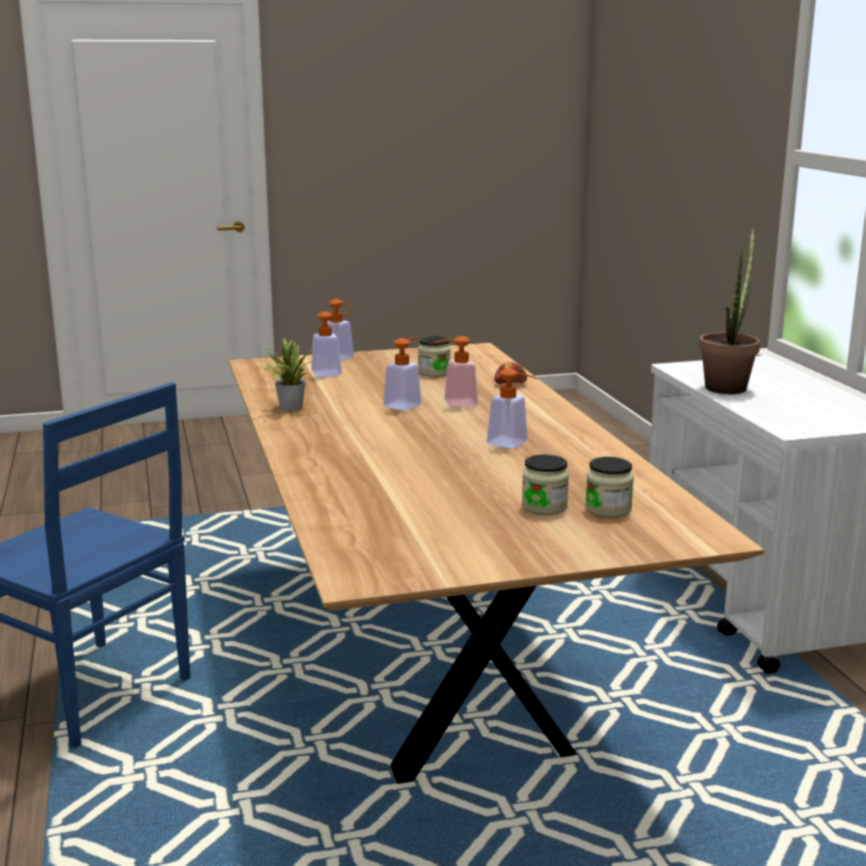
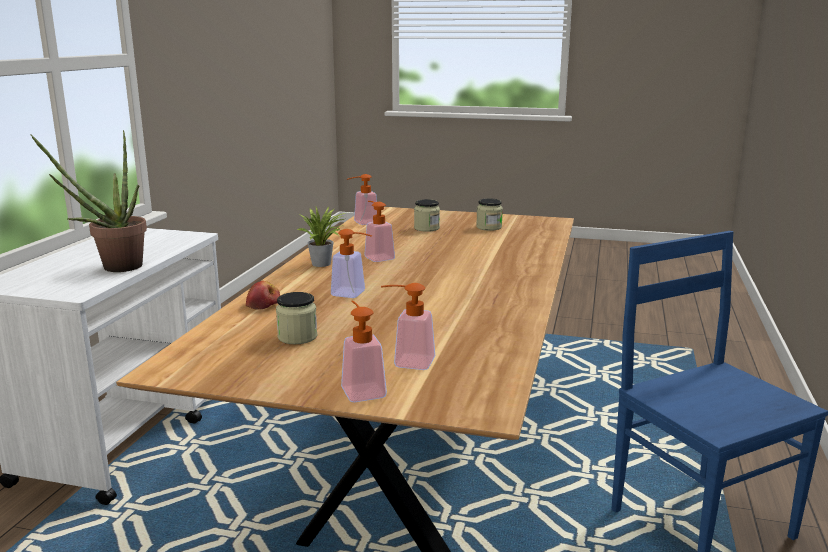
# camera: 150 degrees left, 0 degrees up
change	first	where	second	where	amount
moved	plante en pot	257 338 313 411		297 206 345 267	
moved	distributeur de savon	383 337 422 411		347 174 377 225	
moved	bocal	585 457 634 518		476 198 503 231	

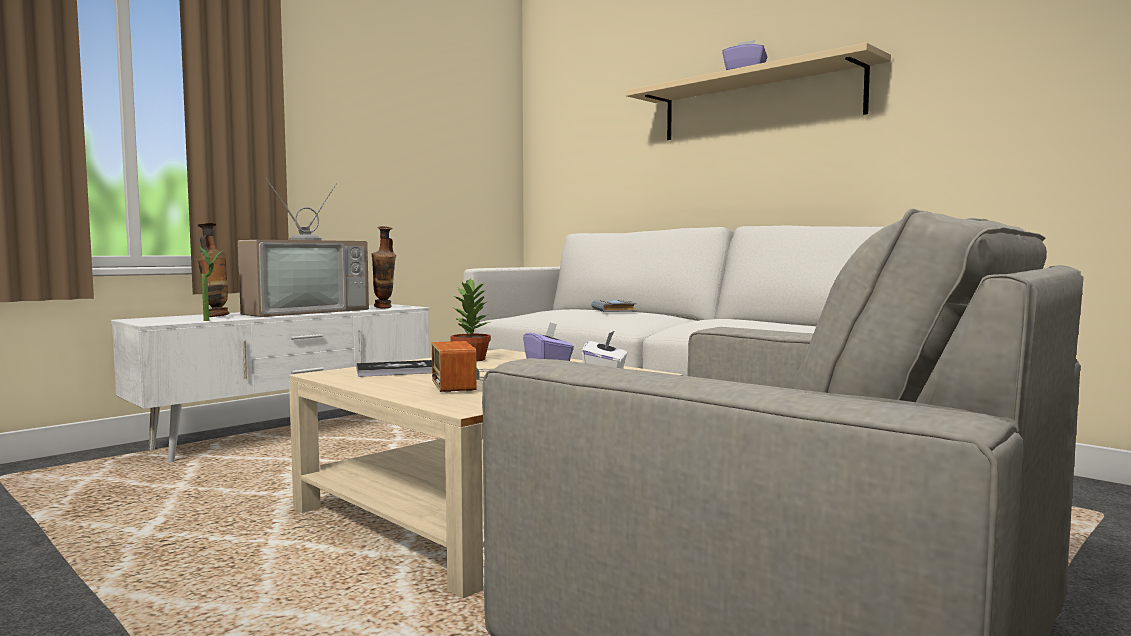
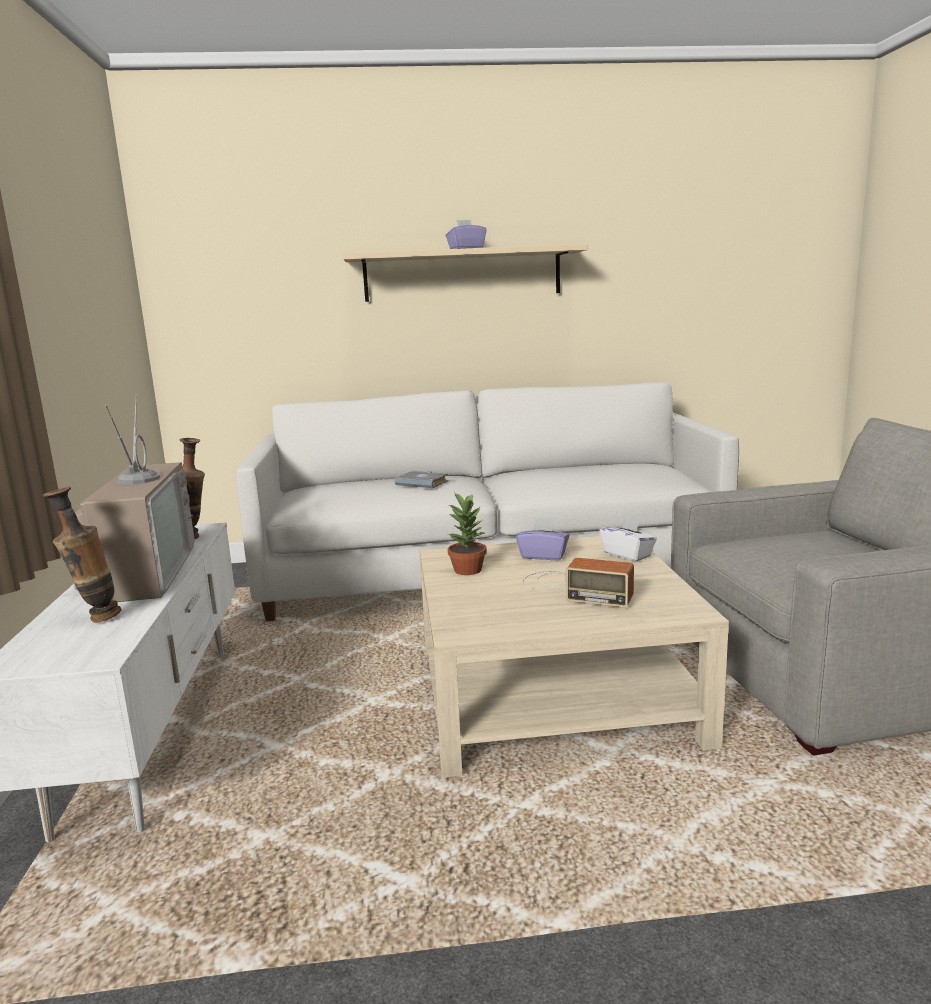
# camera: 50 degrees left, 10 degrees up
change	first	where	second	where	amount
removed	plante en pot	199 246 223 321			
removed	livre	356 360 432 377			

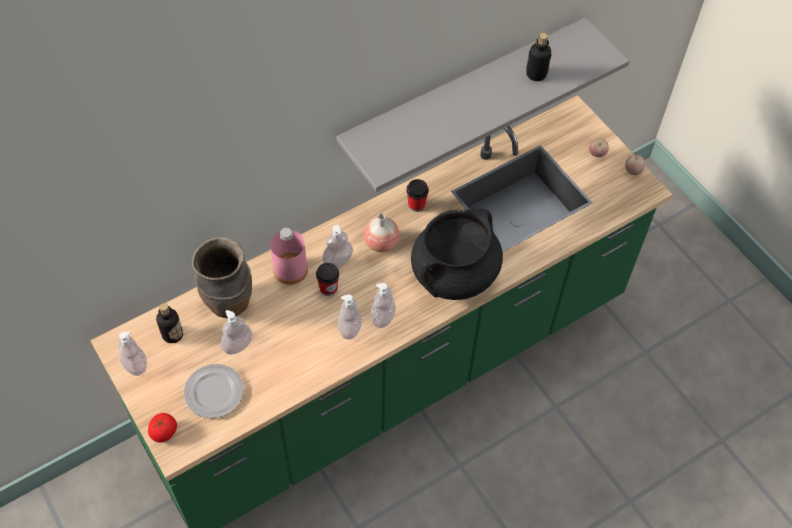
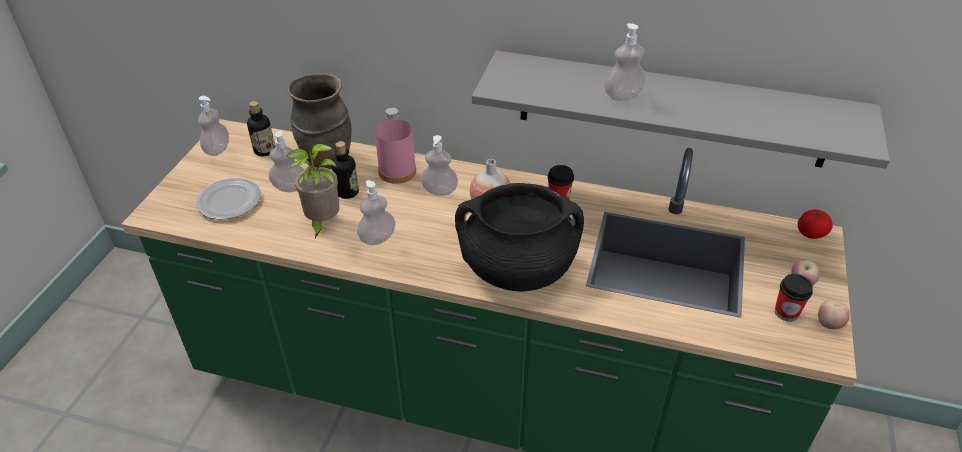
# camera: 50 degrees right, 15 degrees down
change	first	where	second	where	amount
moved	tomate	148 413 177 442		798 209 833 239	
moved	tasse	316 263 339 296		775 274 813 322	
moved	distributeur de savon	371 283 396 328		604 23 646 101	
moved	bouteille	526 33 551 81		331 141 359 199	
added			plante en pot	286 144 339 238	

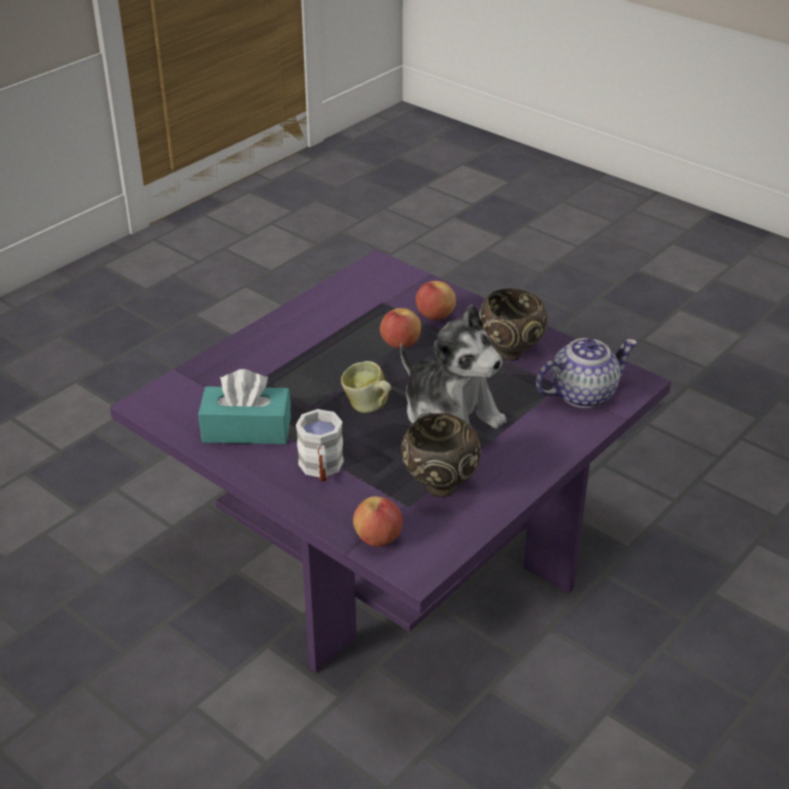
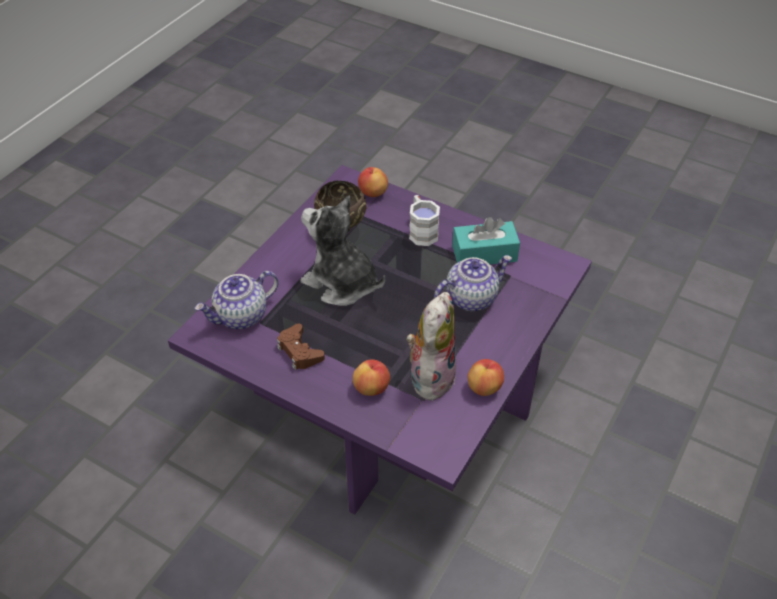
# camera: 170 degrees right, 10 degrees up
change	first	where	second	where	amount
removed	mug	341 361 392 413			
moved	pomme	380 308 421 348		467 359 504 396	
replaced	bol/marron	478 289 548 361	manette/marron	277 324 325 370	
added			peluche	406 292 456 401	
added			théière	434 255 512 311	

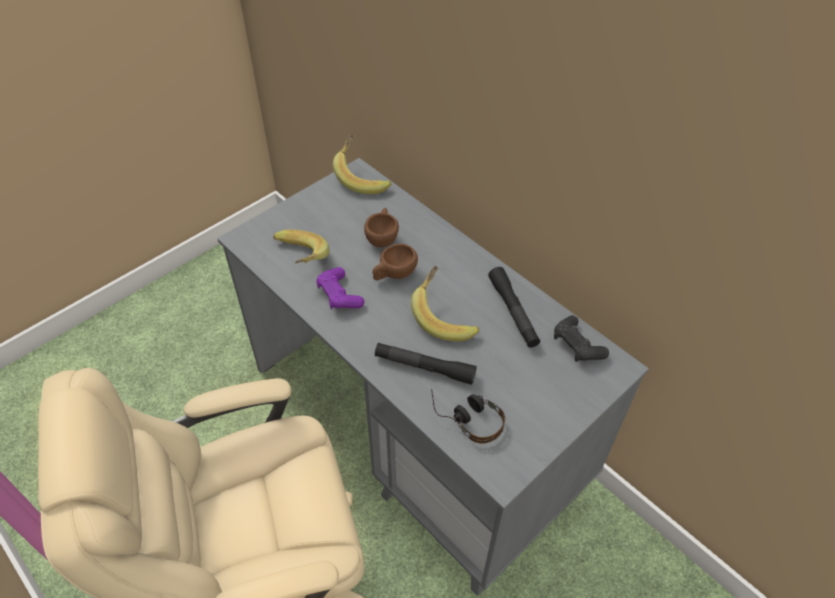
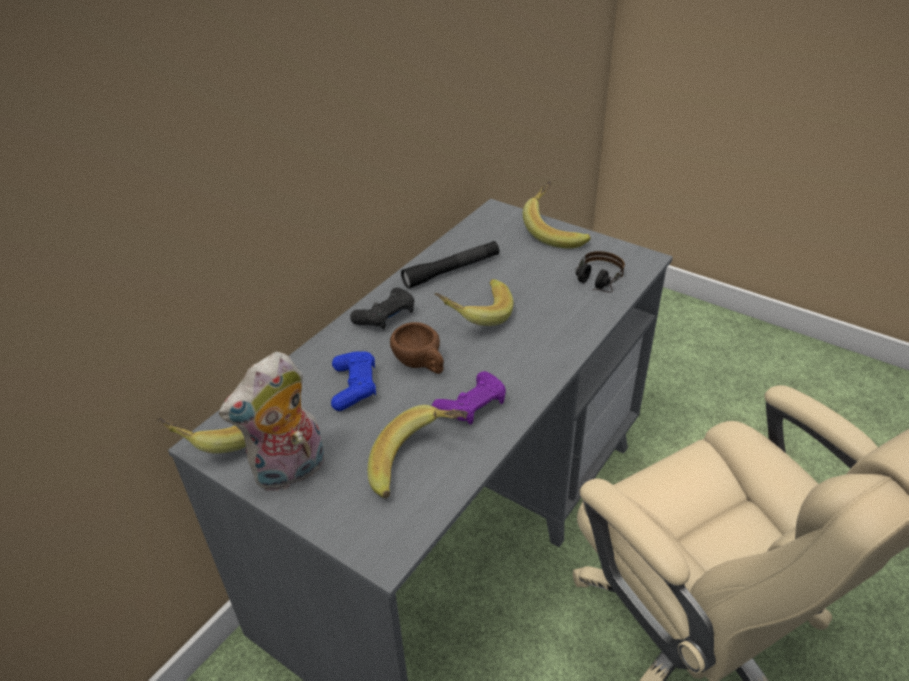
# camera: 100 degrees left, 10 degrees down
change	first	where	second	where	amount
replaced	tasse/marron	364 208 399 247	manette/bleu	331 352 376 411	
removed	lampe de poche/noir	375 343 477 385			
moved	manette/noir	554 315 609 362		350 287 414 329	
added			peluche	219 352 325 493	
added			banane	523 181 591 248	

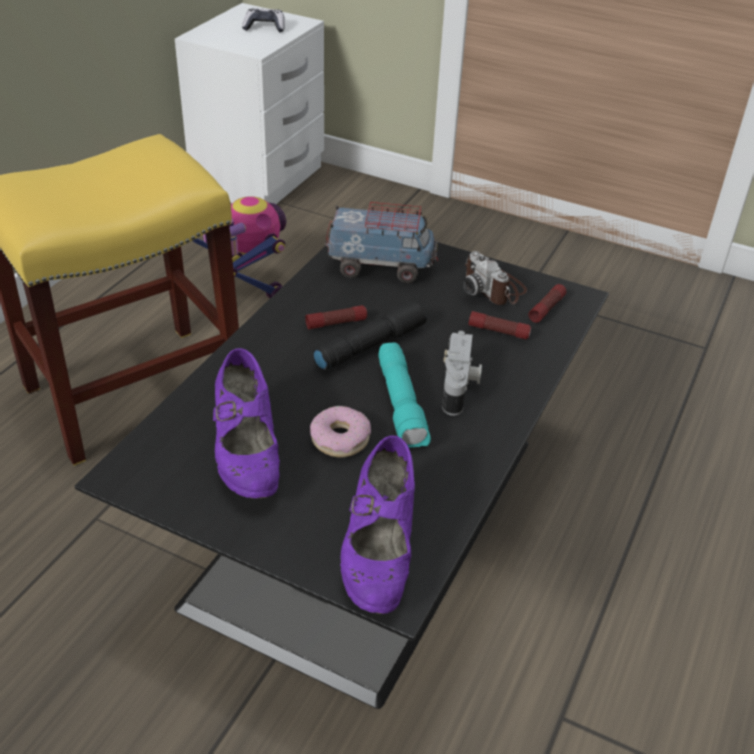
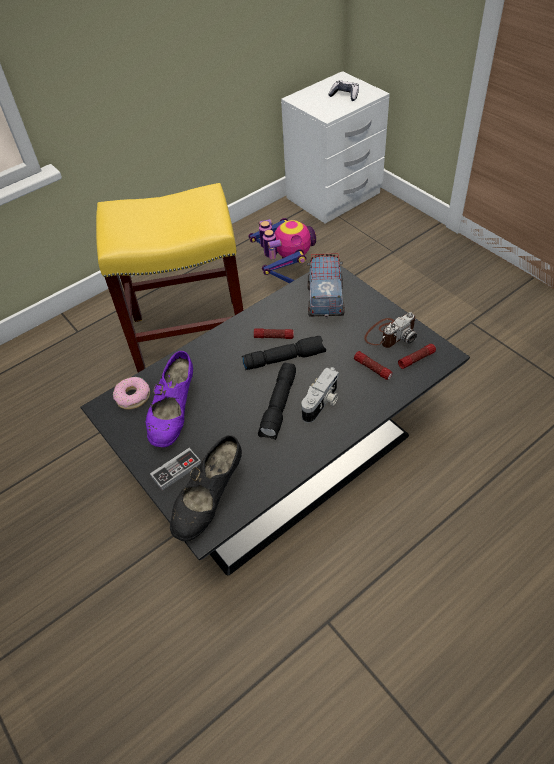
# camera: 30 degrees right, 10 degrees up
change	first	where	second	where	amount
moved	beignet	310 406 371 458		113 377 150 410	
turned	camion jouet	325 202 438 283		307 253 344 319	120 degrees counterclockwise
recoloured	chaussure/violet	340 435 415 614	chaussure/noir	170 435 242 541	
recoloured	lampe de poche/turquoise	378 343 431 448	lampe de poche/noir	258 363 296 440	
turned	appareil photo	463 251 527 305		364 312 417 348	120 degrees counterclockwise
added			manette	150 448 201 491	

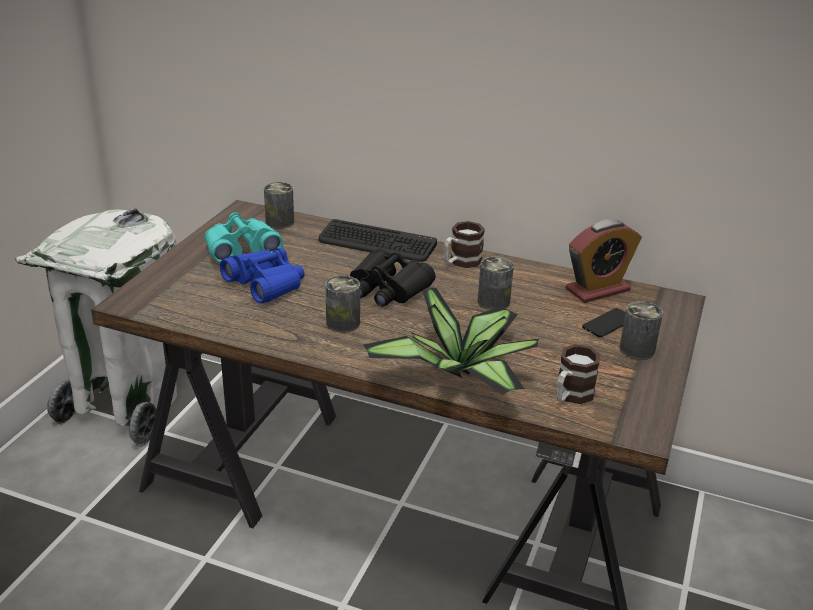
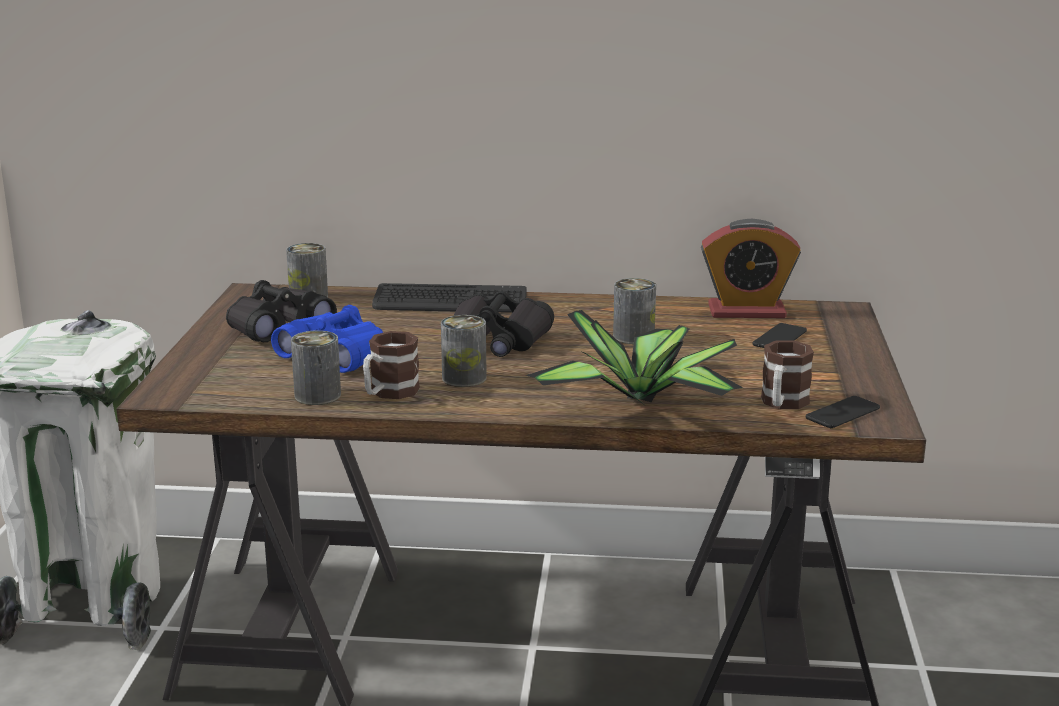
# camera: 15 degrees left, 10 degrees down
change	first	where	second	where	amount
recoloured	jumelles/turquoise	204 212 283 263	jumelles/noir	226 280 337 342	
moved	mug	444 221 485 268		363 331 420 399	
turned	réveil	565 219 642 303		701 219 801 318	45 degrees clockwise
moved	boîte métallique	619 301 663 360		291 330 341 405	
added			téléphone	806 396 880 428	

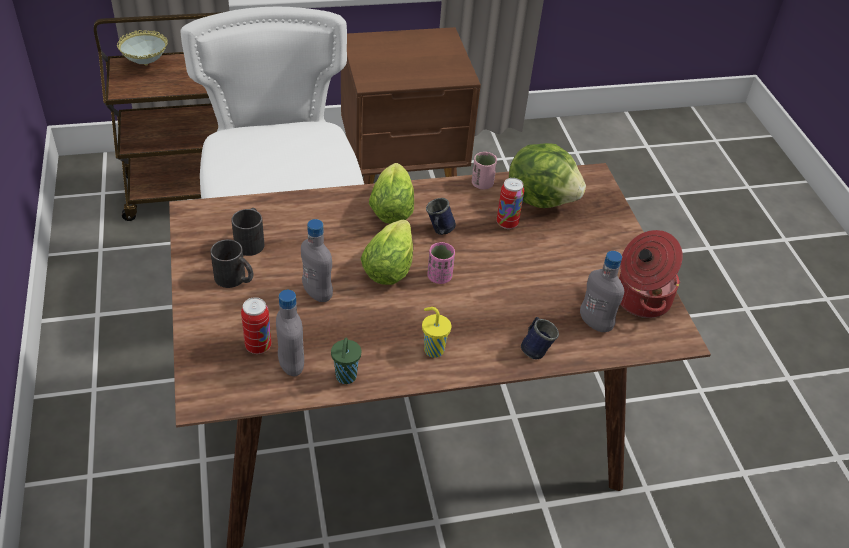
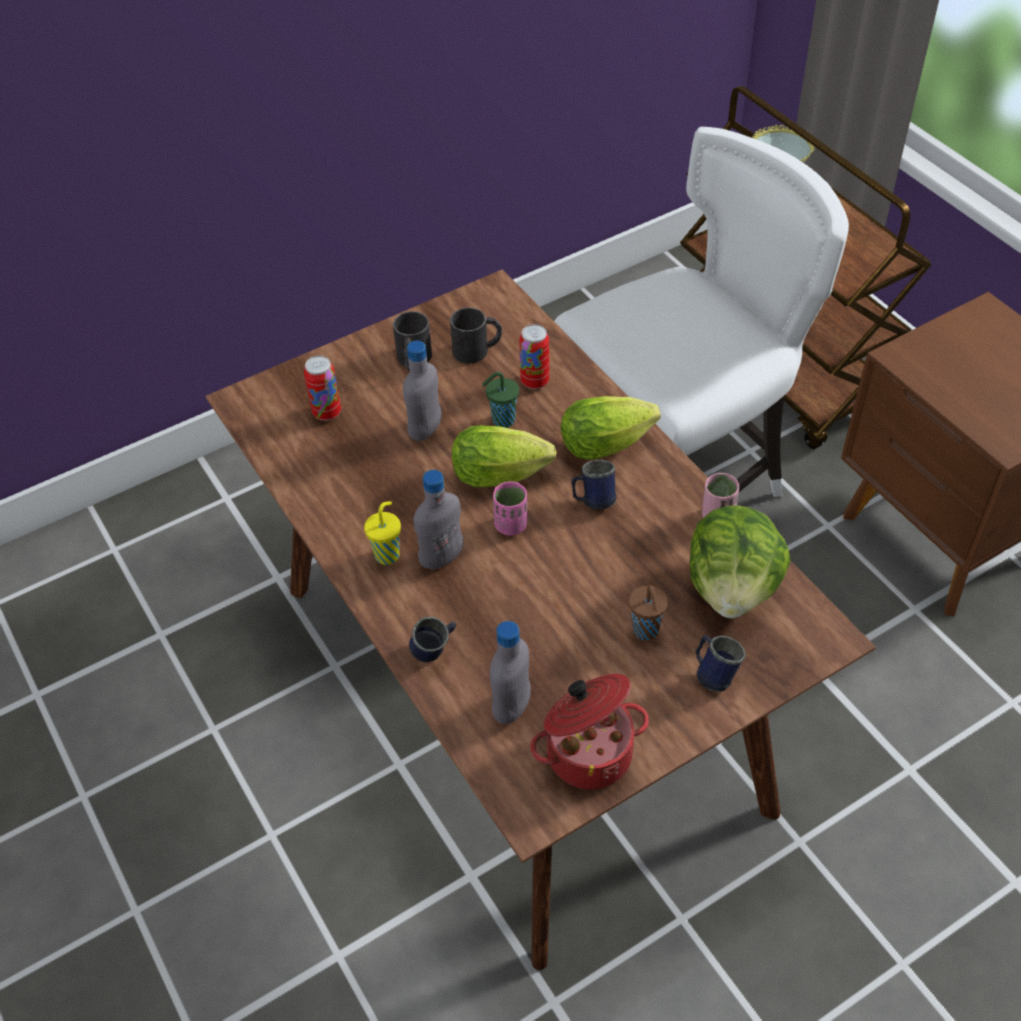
# camera: 75 degrees right, 5 degrees up
change	first	where	second	where	amount
moved	bouteille/gris	276 290 304 376		414 470 463 569	
moved	tasse/vert	331 338 361 384		482 372 519 428	
moved	boîte métallique	497 178 524 229		519 324 549 389	
added			tasse/marron	629 585 668 640	
added			mug/bleu	696 635 746 692	

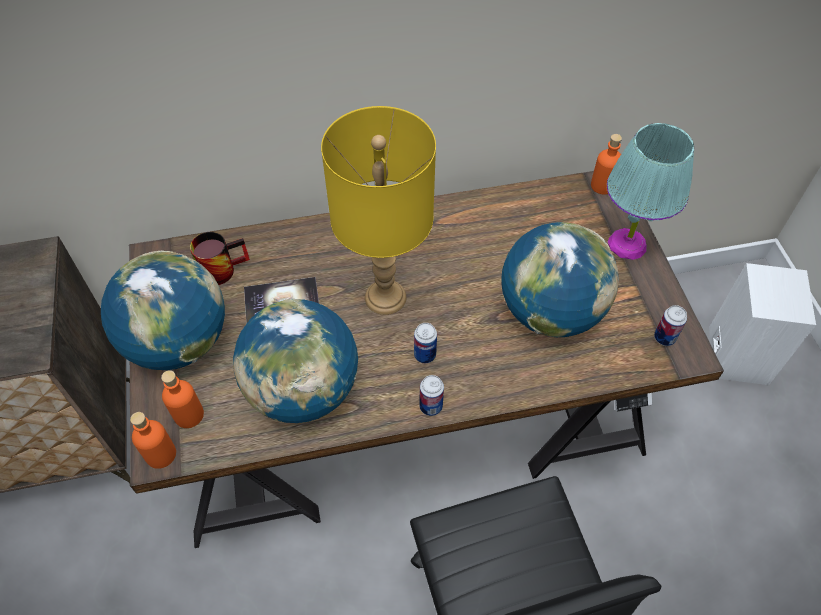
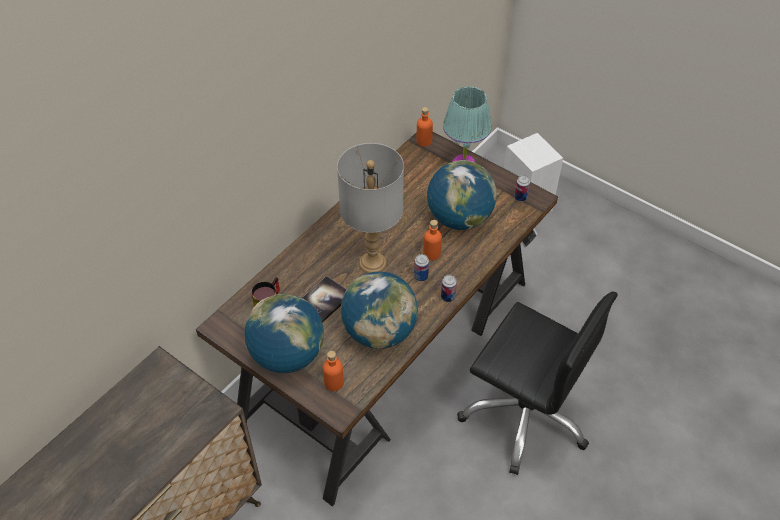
# camera: 40 degrees left, 5 degrees down
change	first	where	second	where	amount
moved	bouteille/orange	130 412 176 469		423 220 442 260	
recoloured	lampe de table/jaune	321 106 436 315	lampe de table/gris	337 143 404 273	

